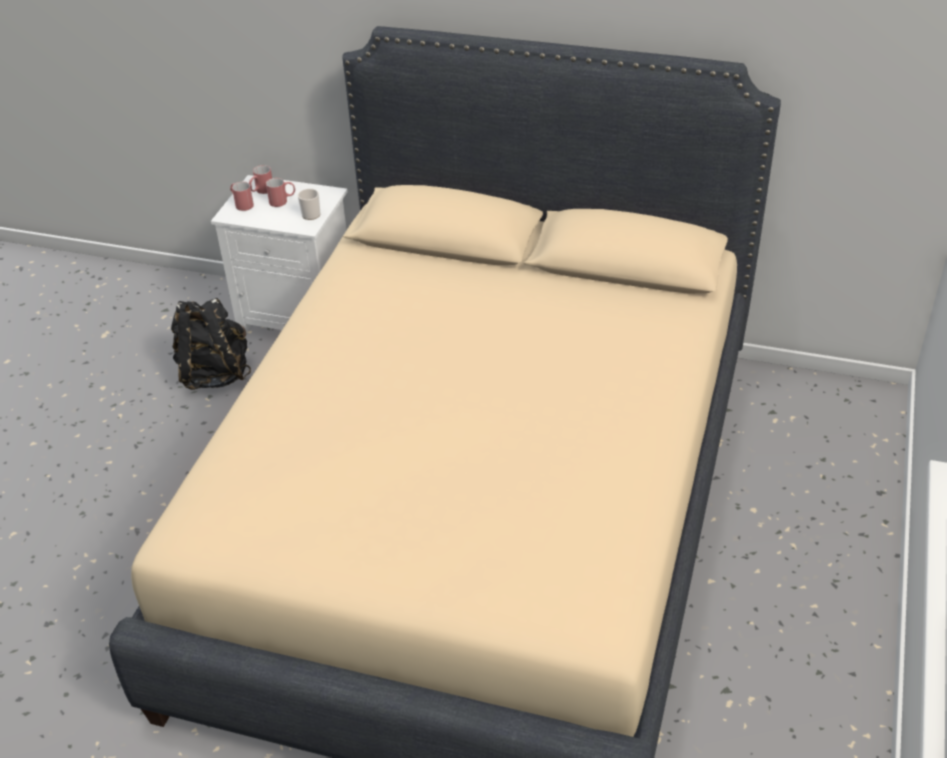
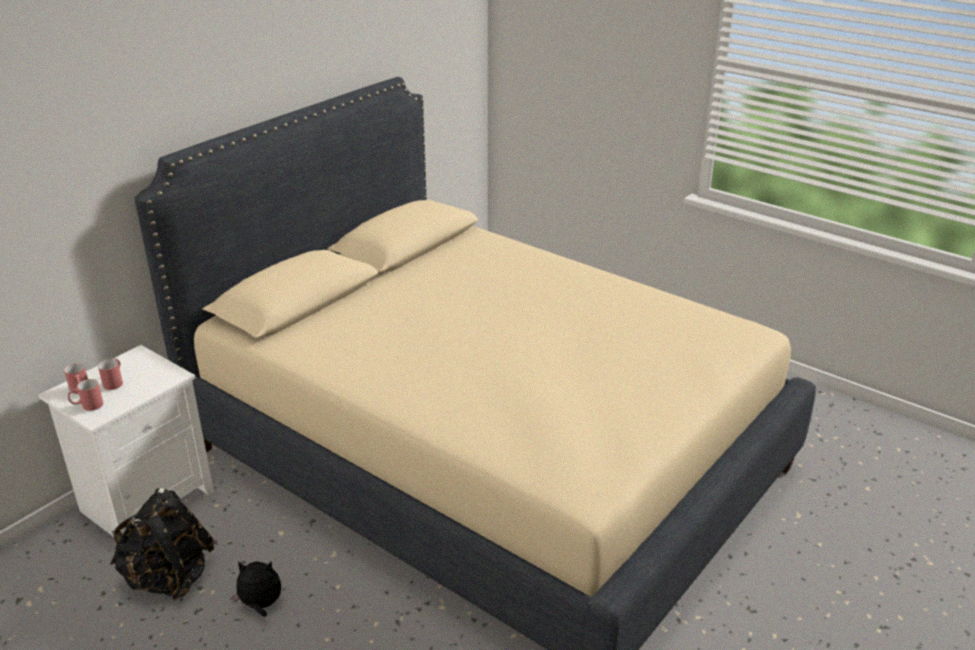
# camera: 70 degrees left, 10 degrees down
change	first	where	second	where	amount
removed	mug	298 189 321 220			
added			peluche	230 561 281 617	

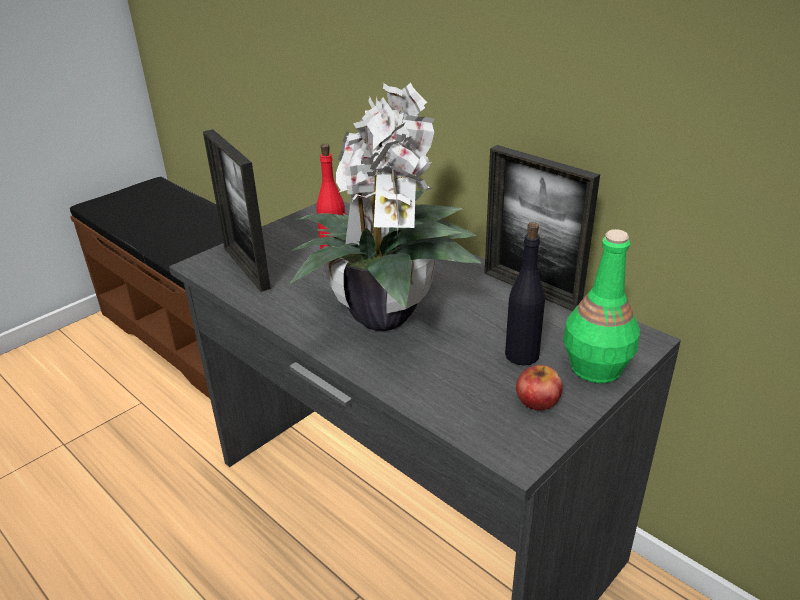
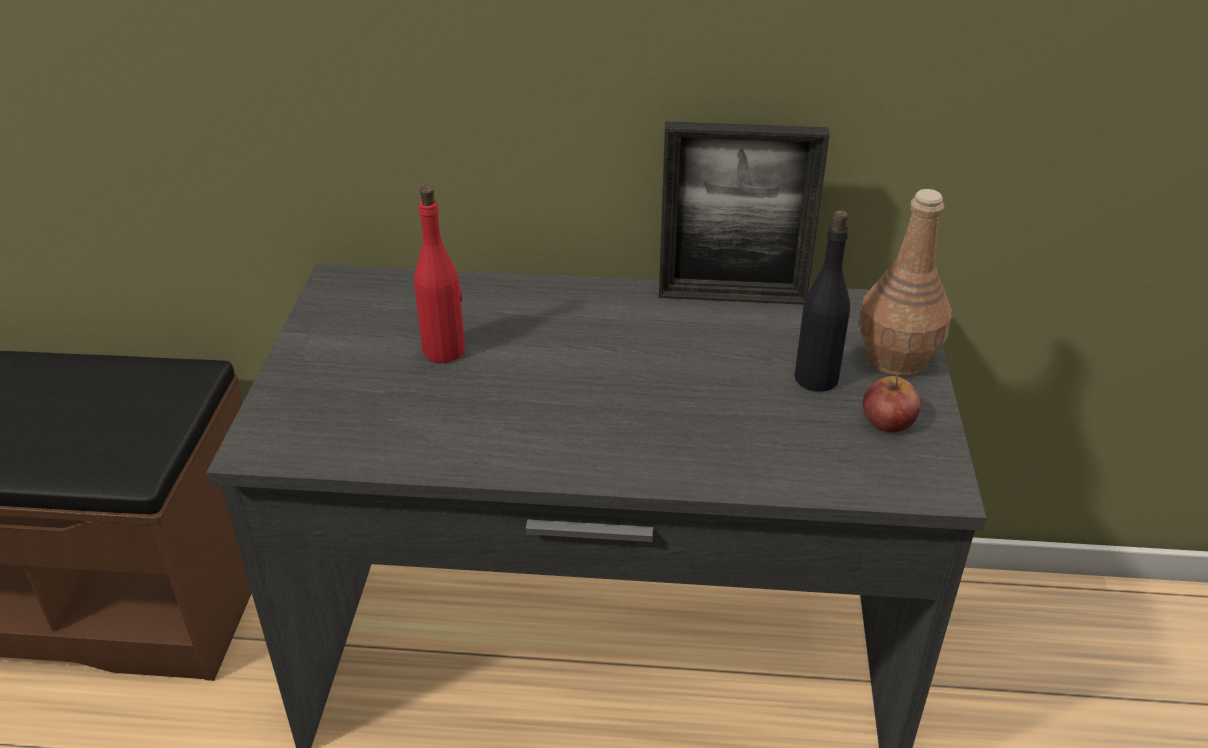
# camera: 40 degrees left, 5 degrees up
change	first	where	second	where	amount
removed	cadre photo	203 129 271 292			
removed	plante en pot	289 82 482 331			
recoloured	bouteille/vert	563 229 640 383	bouteille/marron	858 189 952 377	

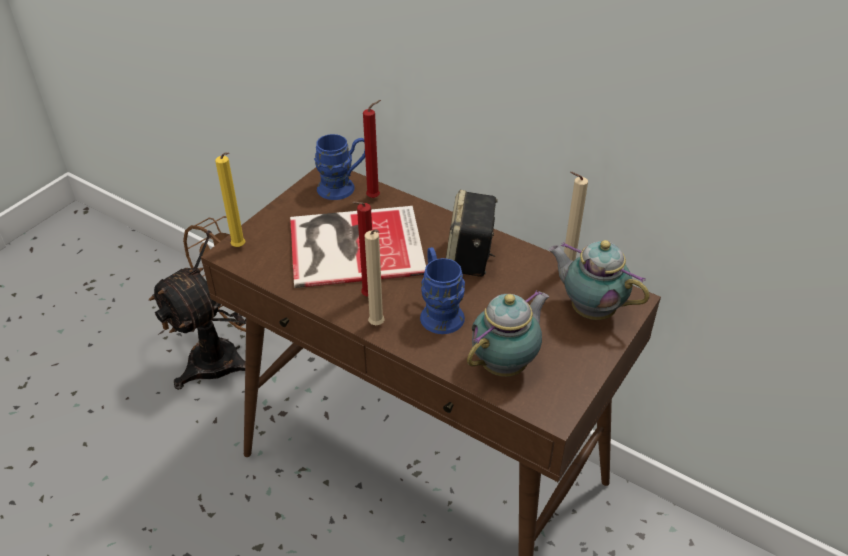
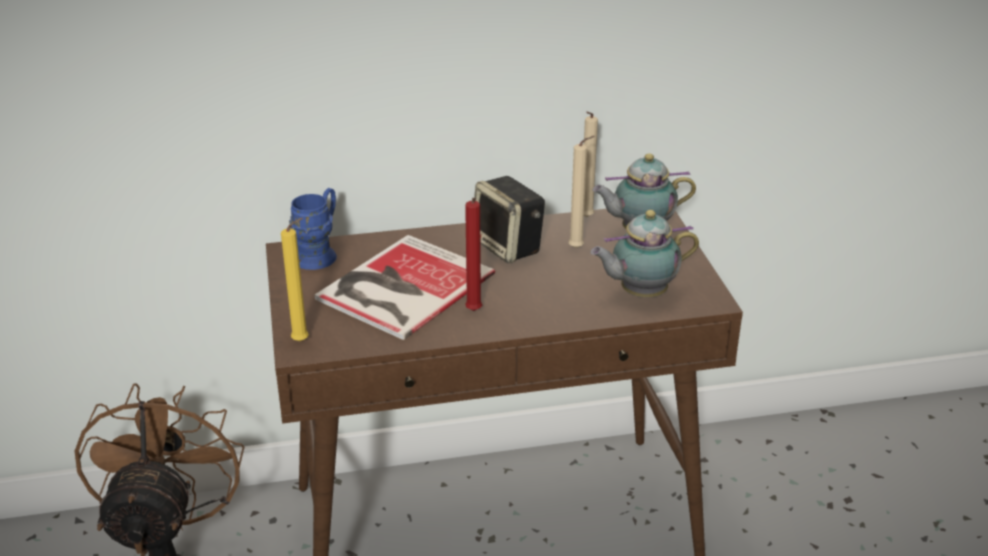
# camera: 45 degrees left, 10 degrees down
change	first	where	second	where	amount
removed	bougie/rouge	363 100 381 198			
moved	bougie/beige	365 229 385 325		568 136 595 248	
removed	mug/bleu	420 247 465 334			
turned	théière	467 290 549 377		590 210 699 297	105 degrees counterclockwise

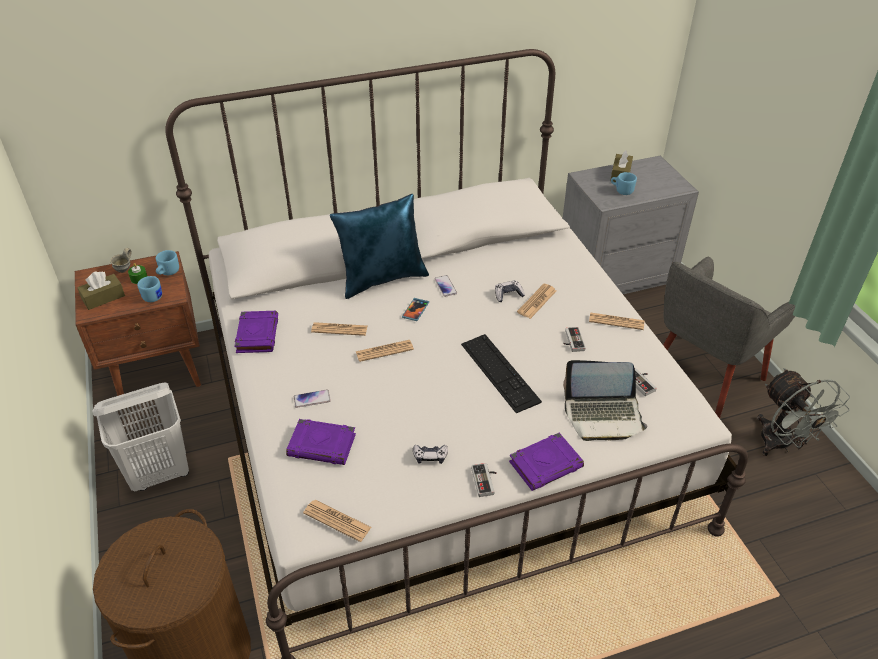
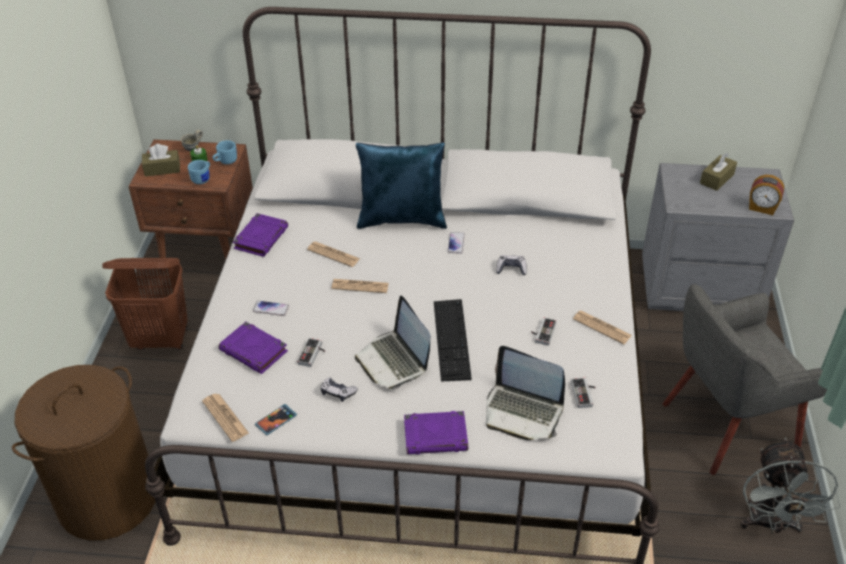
# camera: 25 degrees right, 0 degrees up
change	first	where	second	where	amount
recoloured	panier à linge/blanc	92 382 189 491	panier à linge/marron	103 258 188 350	
moved	téléphone	402 298 429 321		255 404 297 435	
moved	manette	471 463 497 497		297 338 325 367	
removed	journal	517 284 556 319			
removed	mug/bleu	611 172 637 195			
added			ordinateur portable	355 296 430 390	
added			réveil	749 175 784 215	

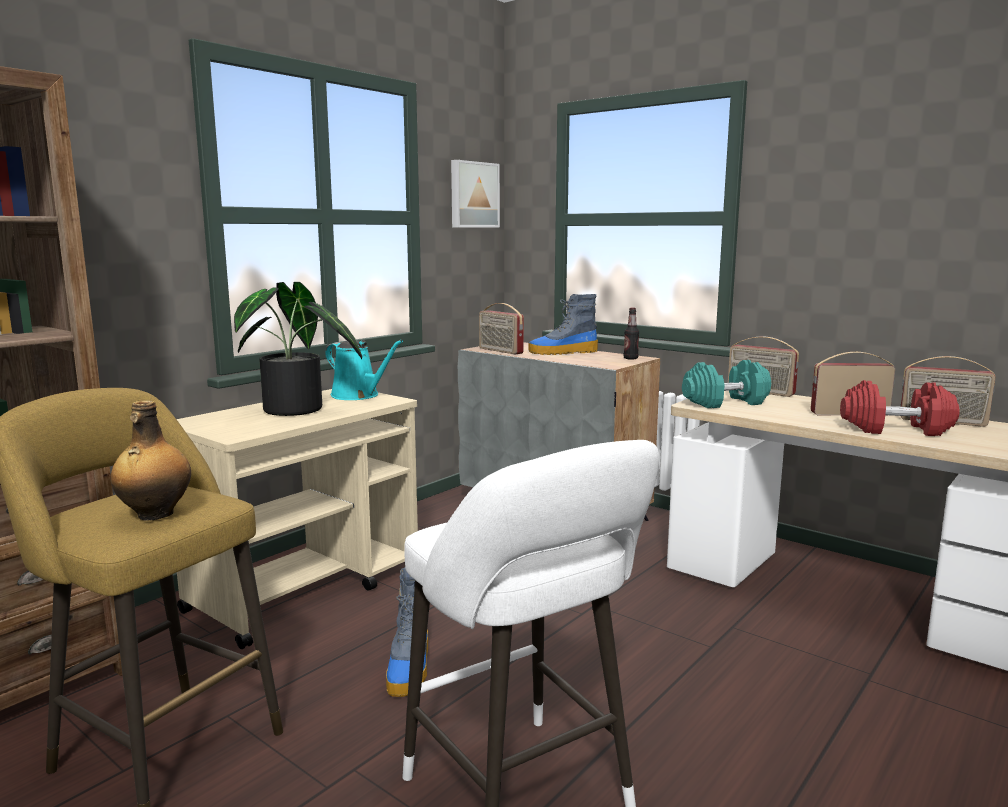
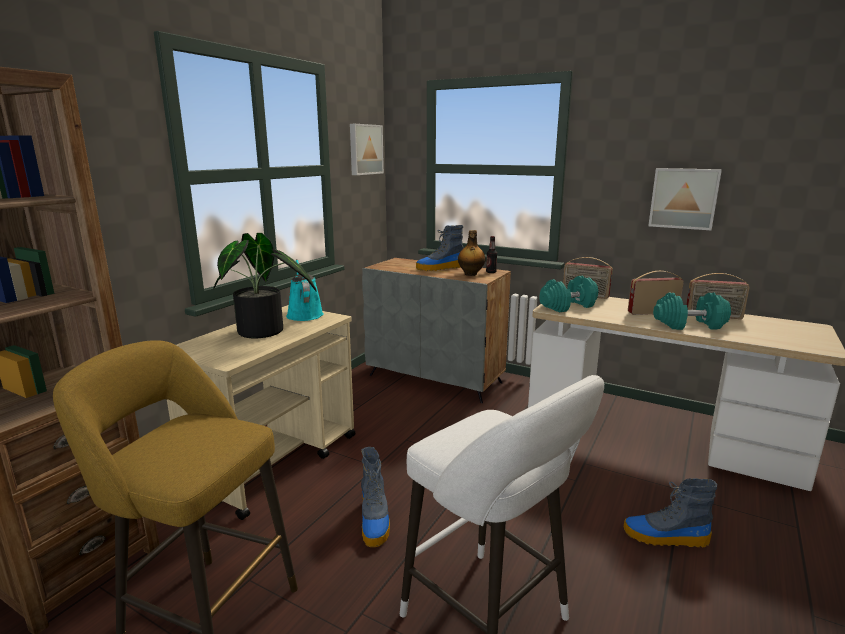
# camera: 10 degrees left, 5 degrees up
change	first	where	second	where	amount
moved	bouteille	111 401 191 521		458 230 485 276	
turned	arrosoir/turquoise	325 340 403 400		286 259 324 321	135 degrees counterclockwise
removed	radio	479 303 524 355			
recoloured	haltère/rouge	840 380 960 436	haltère/turquoise	653 293 731 330	
added			botte	624 478 717 547	
added			tableau	648 168 722 230	

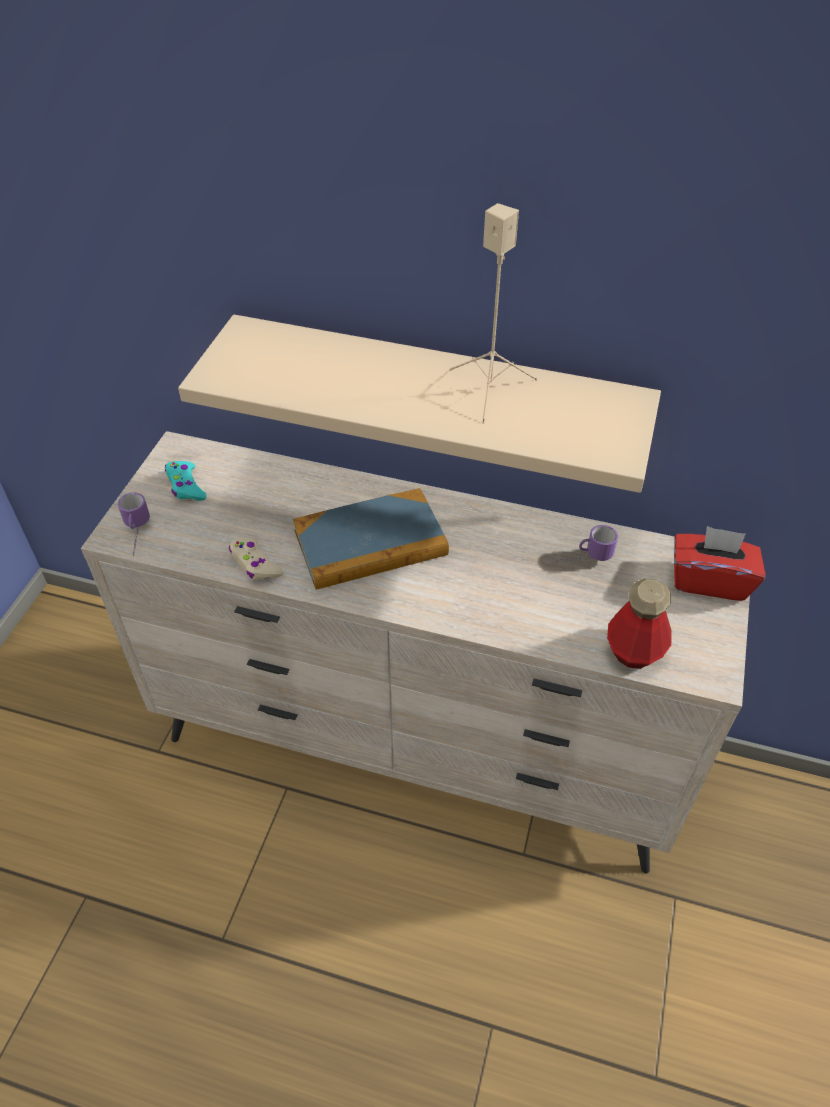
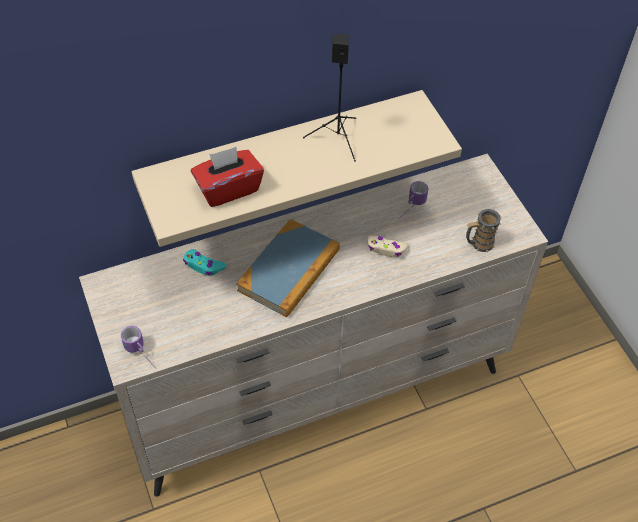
# camera: 40 degrees left, 5 degrees up
change	first	where	second	where	amount
moved	manette/turquoise	165 461 207 501		183 249 226 276	
moved	manette/beige	229 537 283 580		367 235 409 257	
recoloured	enceinte/beige	449 203 538 424	enceinte/noir	303 34 356 162	
replaced	bouteille	607 578 672 669	mug	466 209 501 252	
moved	boîte à mouchoirs/rouge	674 526 766 601		191 147 264 207	

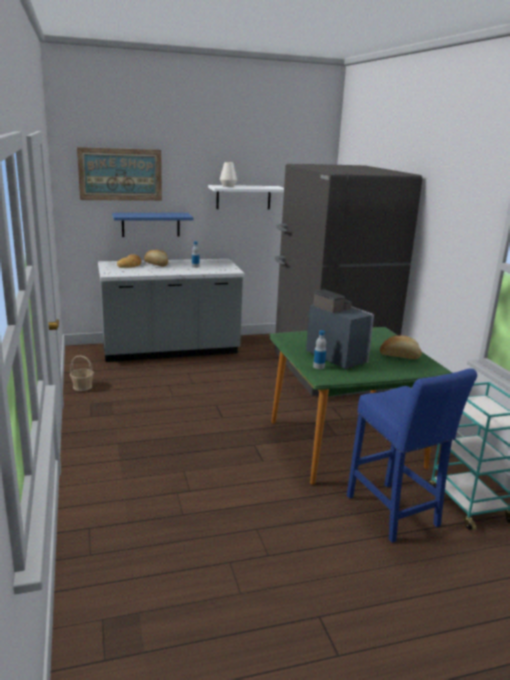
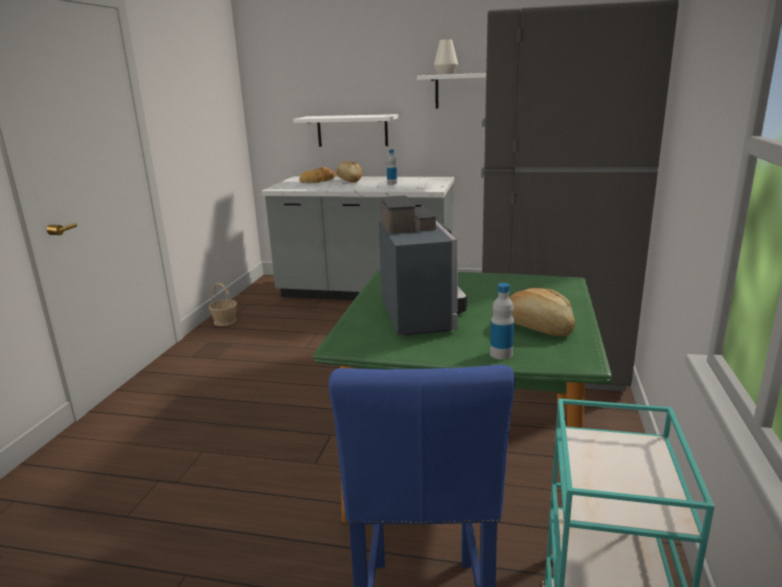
# camera: 30 degrees right, 0 degrees up
change	first	where	second	where	amount
removed	tableau	77 147 162 201			
recoloured	étagère/bleu	112 213 193 237	étagère/blanc	293 114 398 147	
moved	bouteille	313 330 326 369		490 283 514 360	

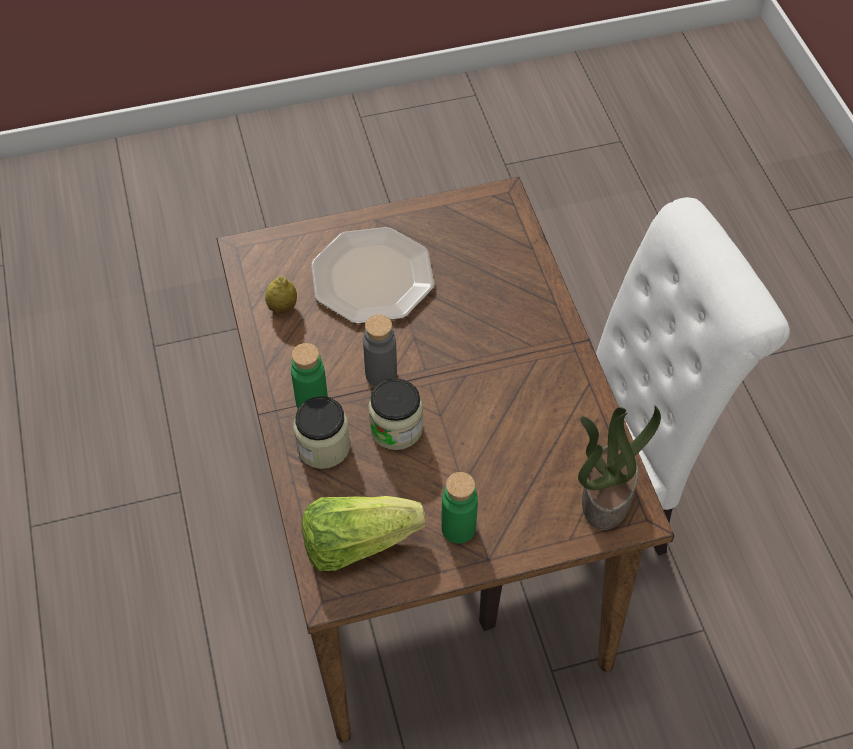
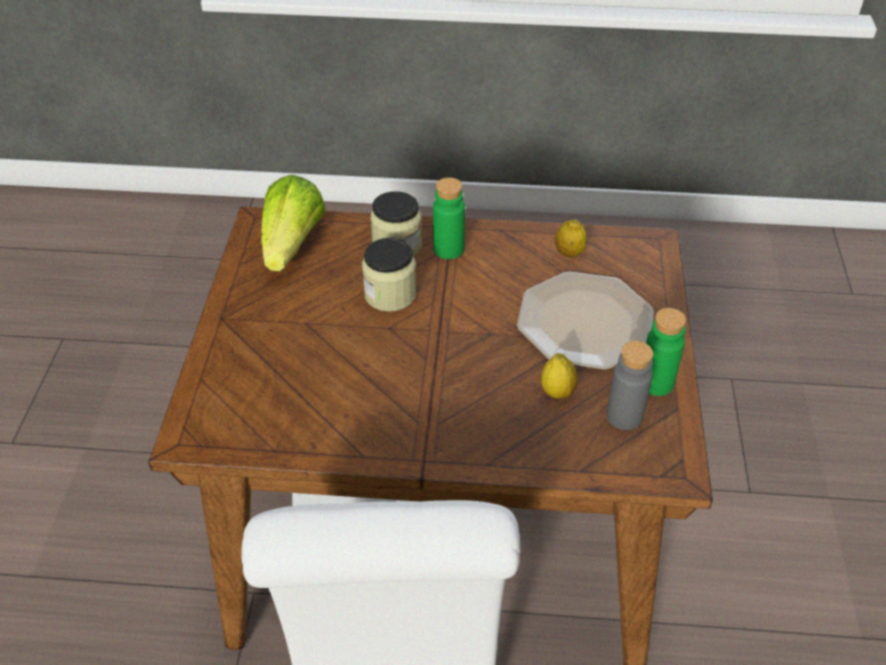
# camera: 110 degrees right, 10 degrees down
change	first	where	second	where	amount
moved	bouteille/gris	363 315 397 386		607 341 653 430	
moved	bouteille/vert	441 472 478 544		646 308 686 396	
removed	plante en pot	578 405 661 530			
added			citron	541 353 578 399	

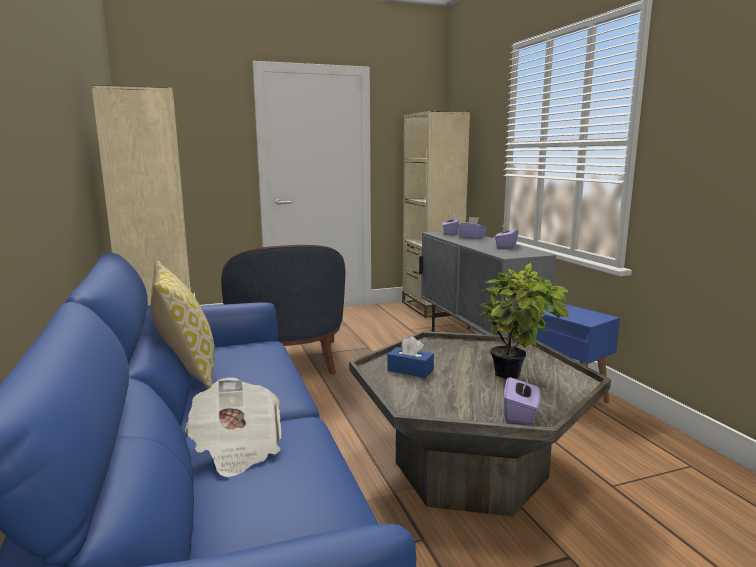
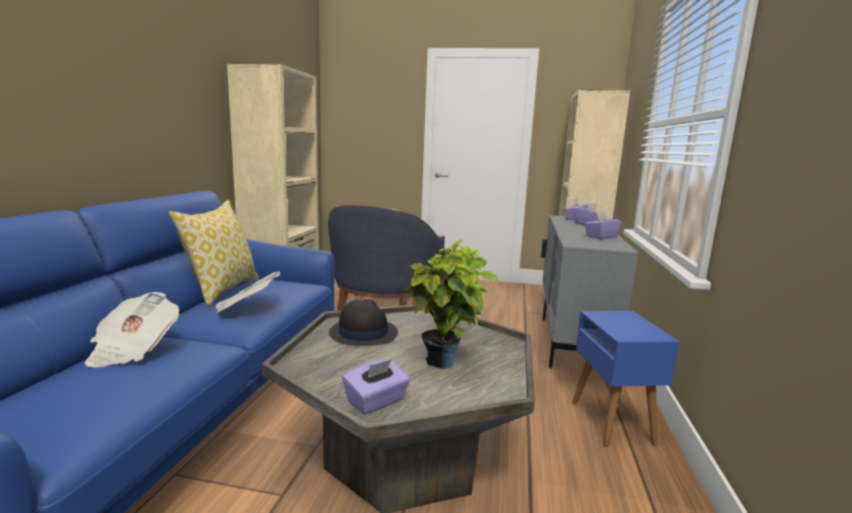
# camera: 30 degrees right, 0 degrees up
change	first	where	second	where	amount
replaced	boîte à mouchoirs/bleu	387 336 434 378	chapeau/noir	329 299 398 346	
added			journal	216 272 280 313	

